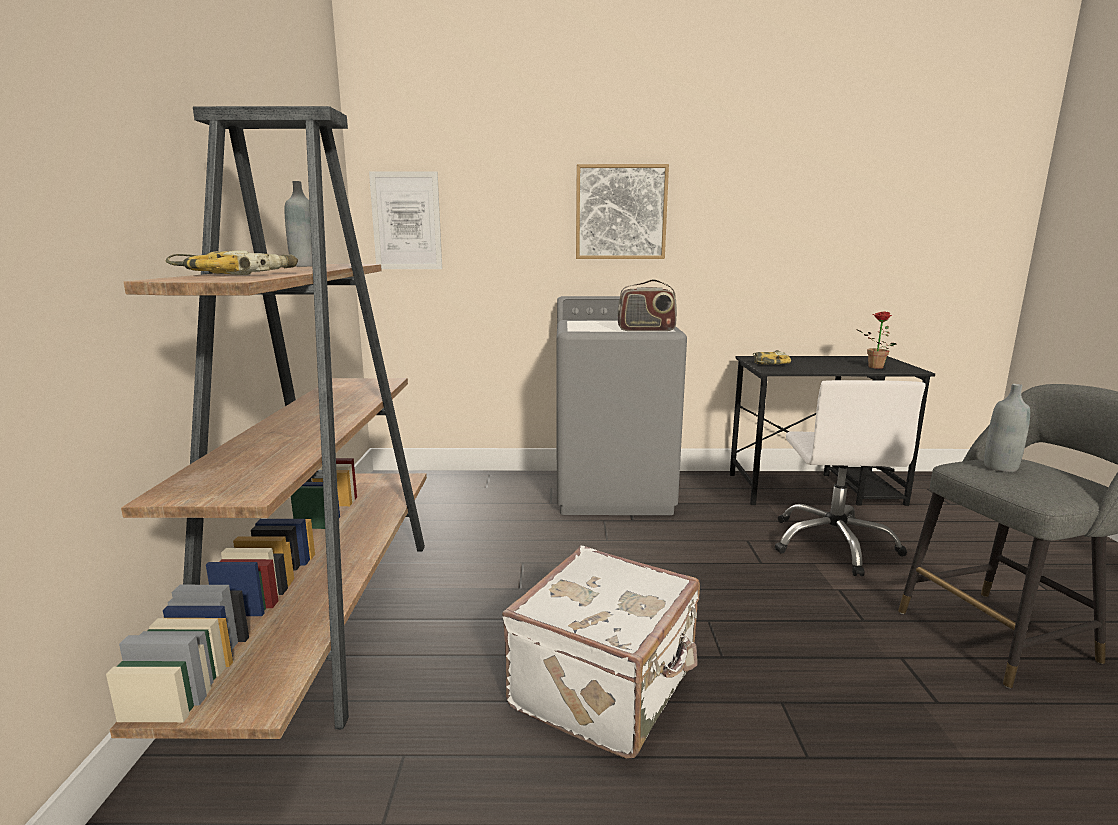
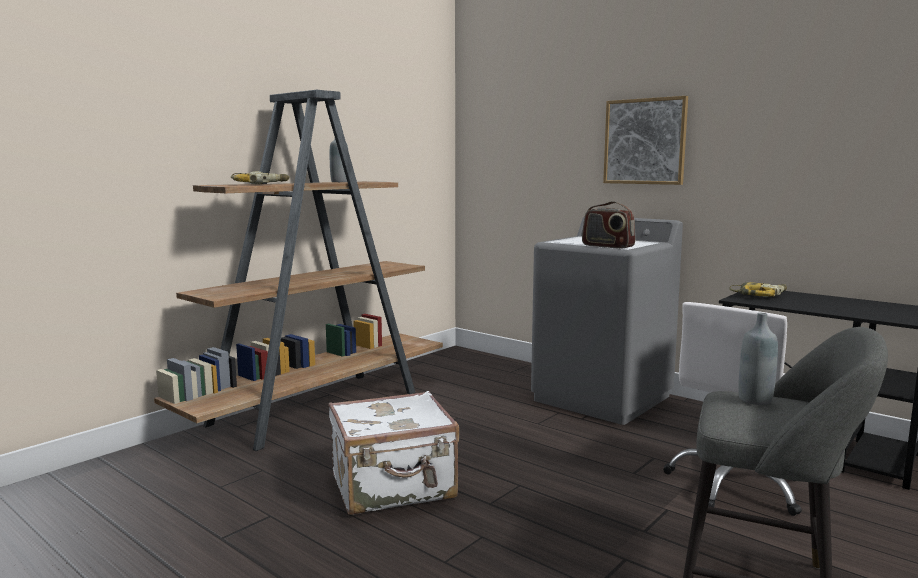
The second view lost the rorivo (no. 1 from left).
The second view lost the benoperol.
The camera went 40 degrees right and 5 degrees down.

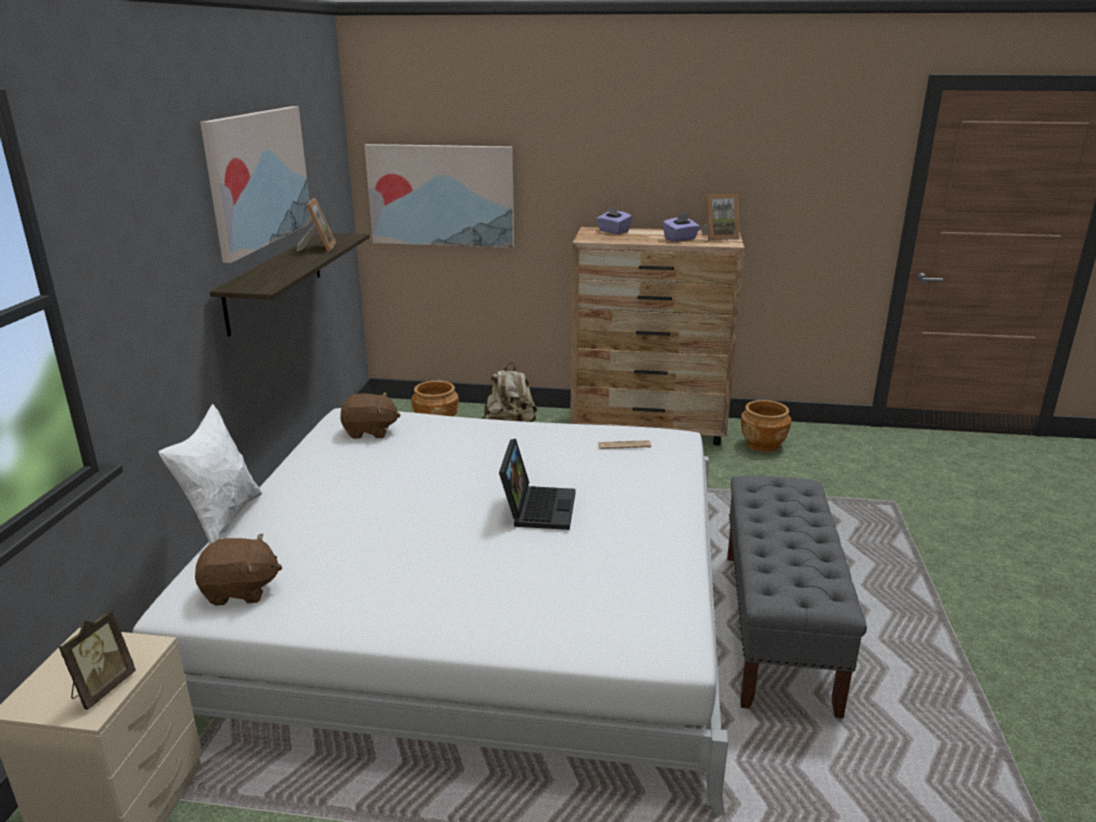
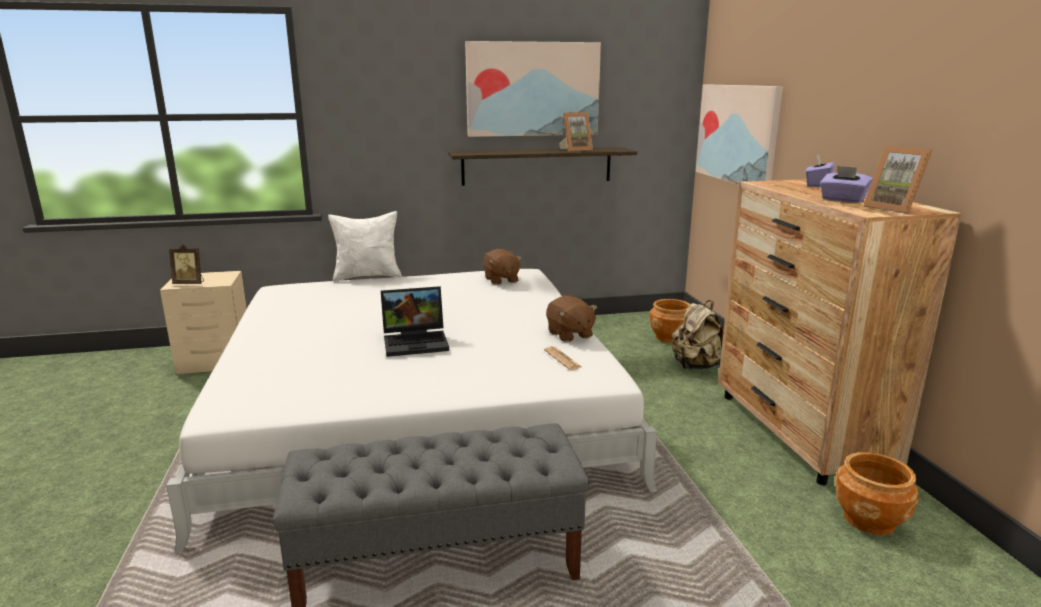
The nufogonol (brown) (no. 1 from left in the first image) ended up elsewhere.
The camera went 70 degrees right and 5 degrees down.

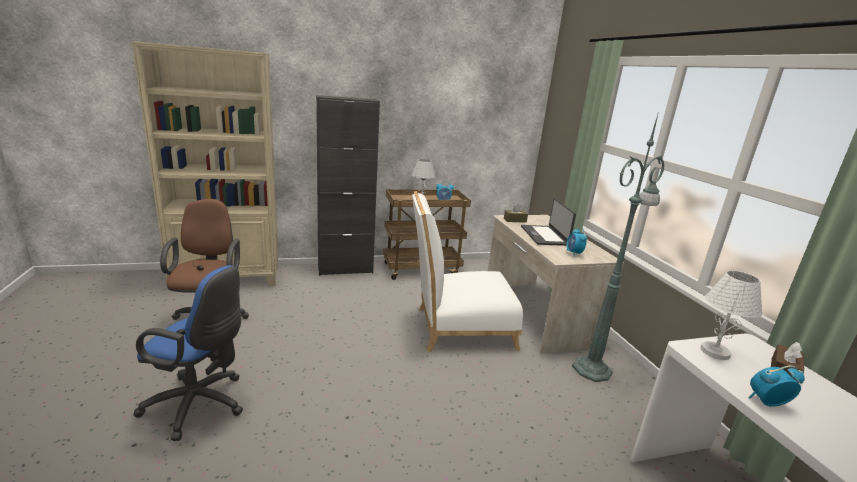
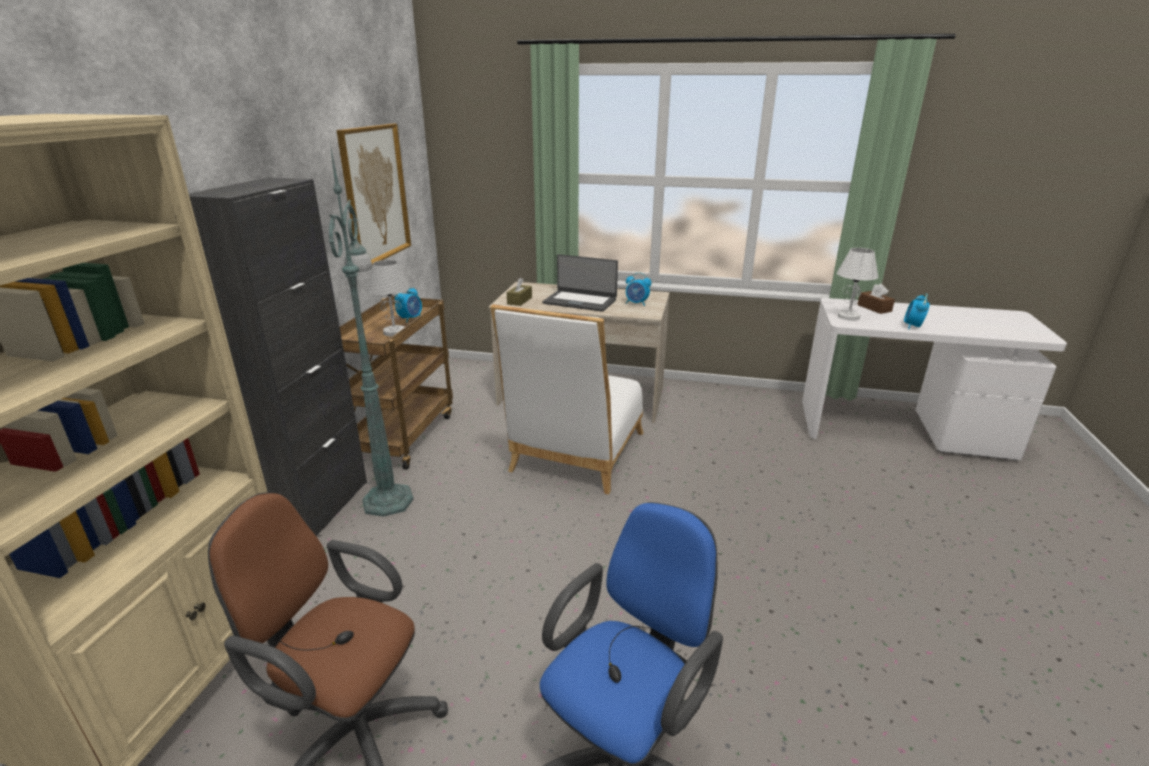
The second view gained the rorivo.
The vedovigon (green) ended up elsewhere.
The camera went 60 degrees left and 5 degrees up.

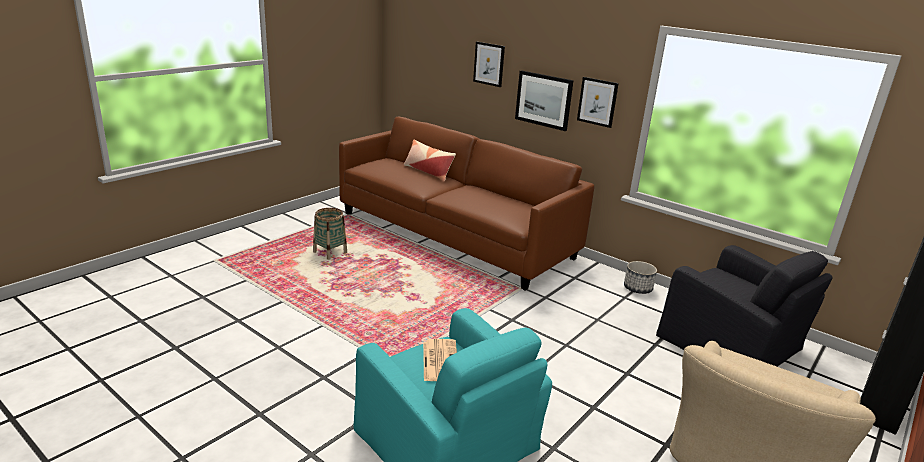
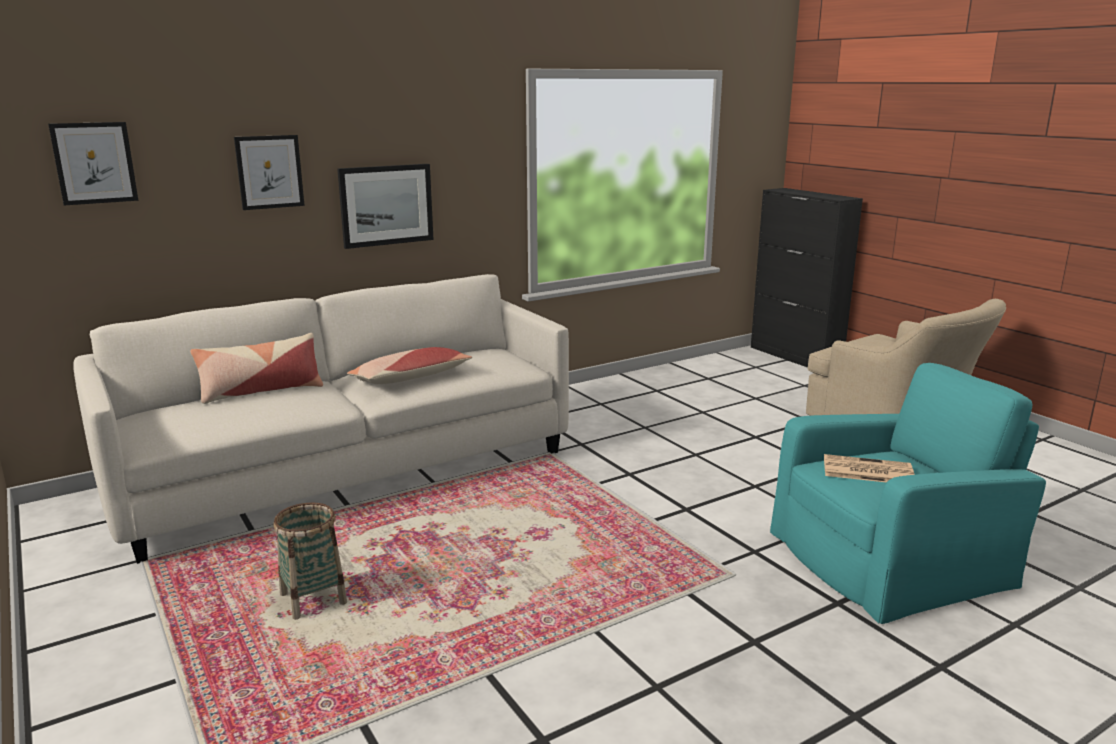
The second view lost the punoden.
The second view lost the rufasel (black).
The second view gained the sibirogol (no. 2 from left).
The rorivo (no. 3 from left in the first image) ended up elsewhere.
What was the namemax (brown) turned into the namemax (white).
The camera went 70 degrees left and 5 degrees down.

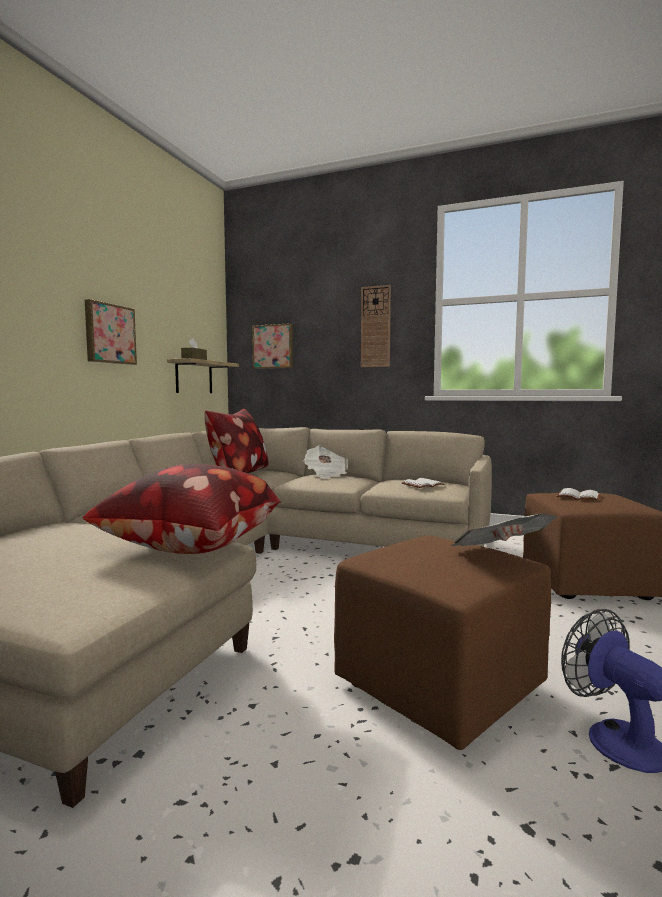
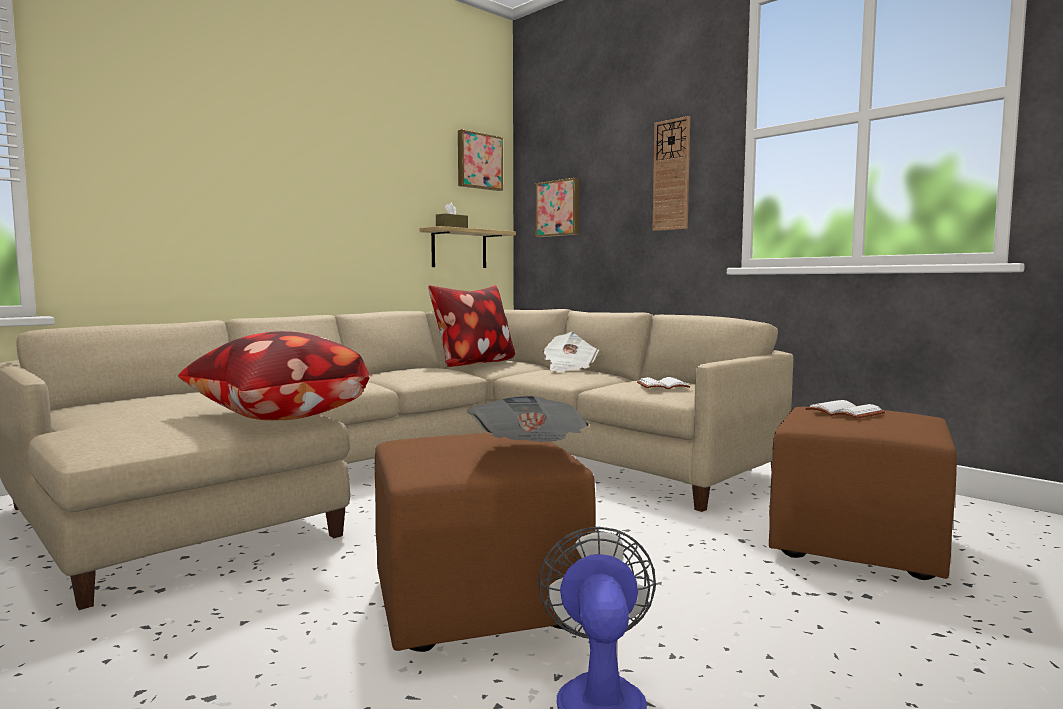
The rorivo (no. 1 from left) ended up elsewhere.
The camera went 25 degrees right and 0 degrees up.

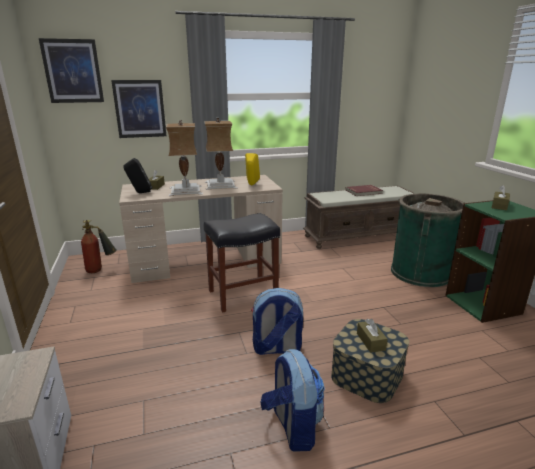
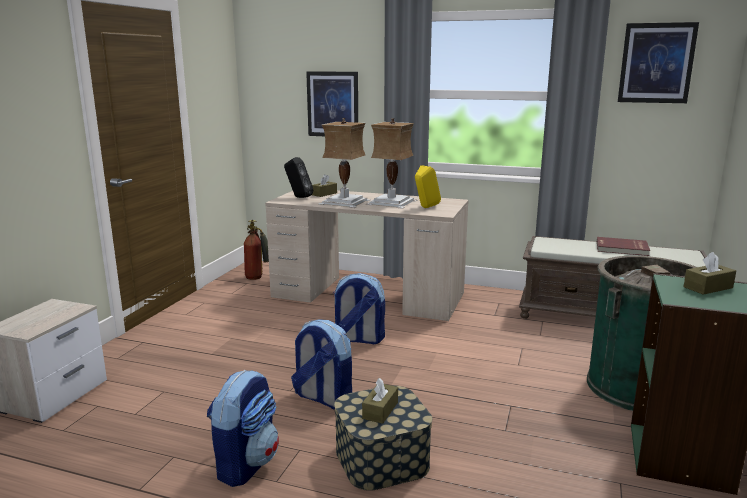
The rorivo (no. 1 from left in the first image) ended up elsewhere.
Where the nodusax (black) stood, the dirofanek (no. 3 from left) came to stand.
The camera went 35 degrees right and 5 degrees down.

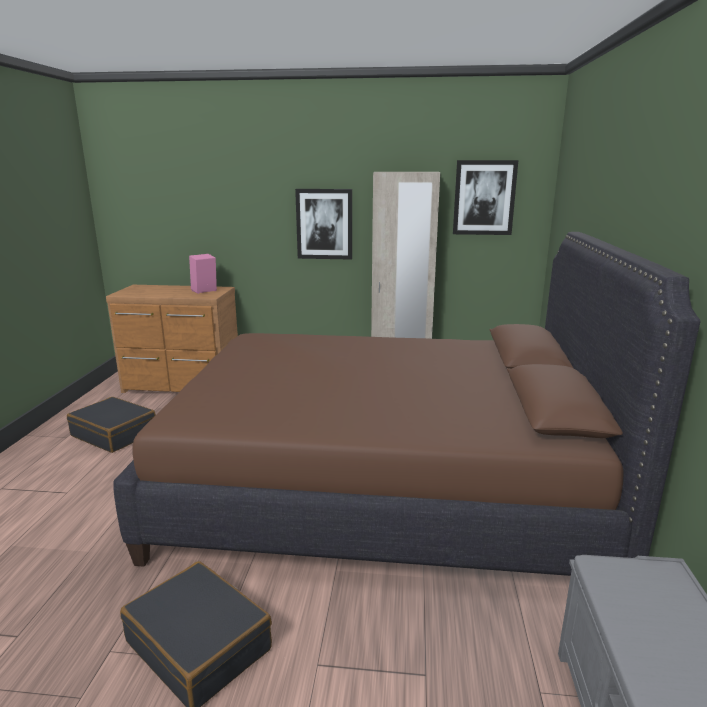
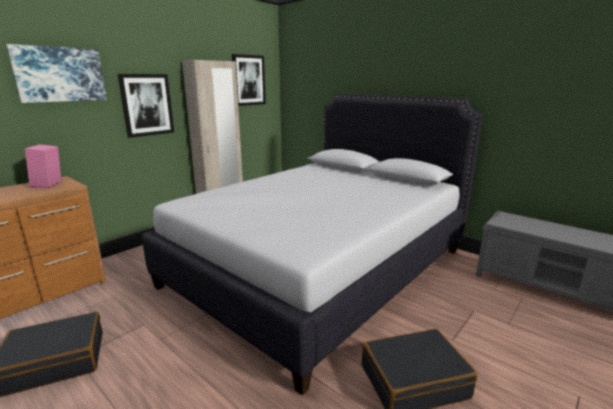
The second view gained the rorivo (no. 1 from left).
What was the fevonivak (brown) turned into the fevonivak (white).
The camera went 55 degrees left and 0 degrees up.

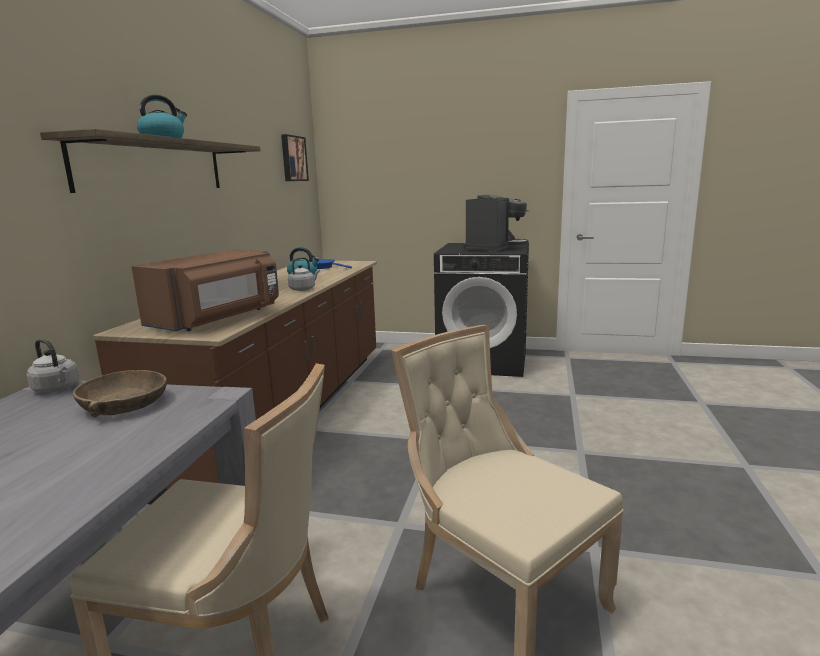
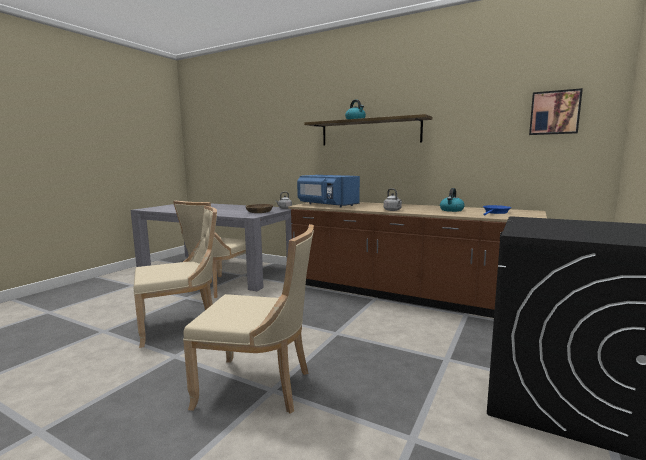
The second view lost the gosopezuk.
The second view gained the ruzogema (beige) (no. 3 from left).
What was the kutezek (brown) turned into the kutezek (blue).
The camera went 105 degrees right and 5 degrees down.

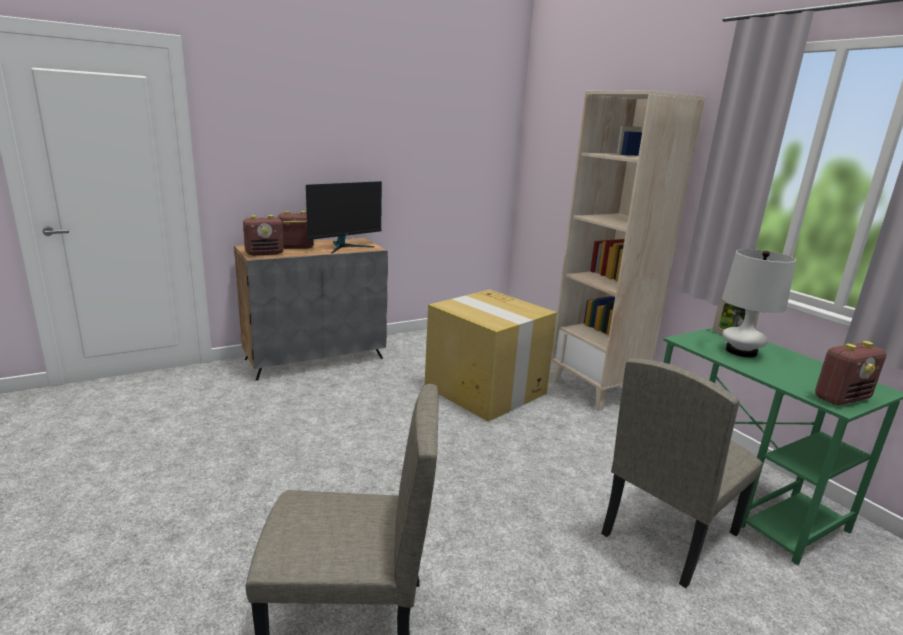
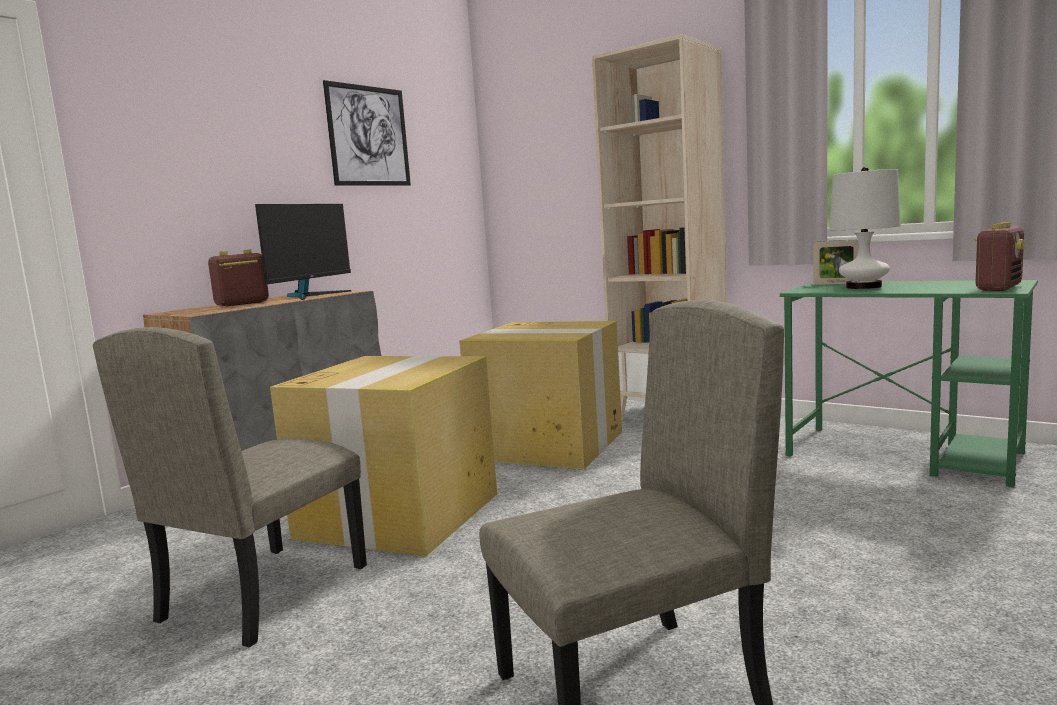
The second view lost the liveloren (no. 1 from left).
The second view gained the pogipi (no. 1 from left).
The second view gained the rorivo.
The ruzogema (beige) (no. 2 from left in the first image) ended up elsewhere.
The camera went 20 degrees left and 10 degrees down.

